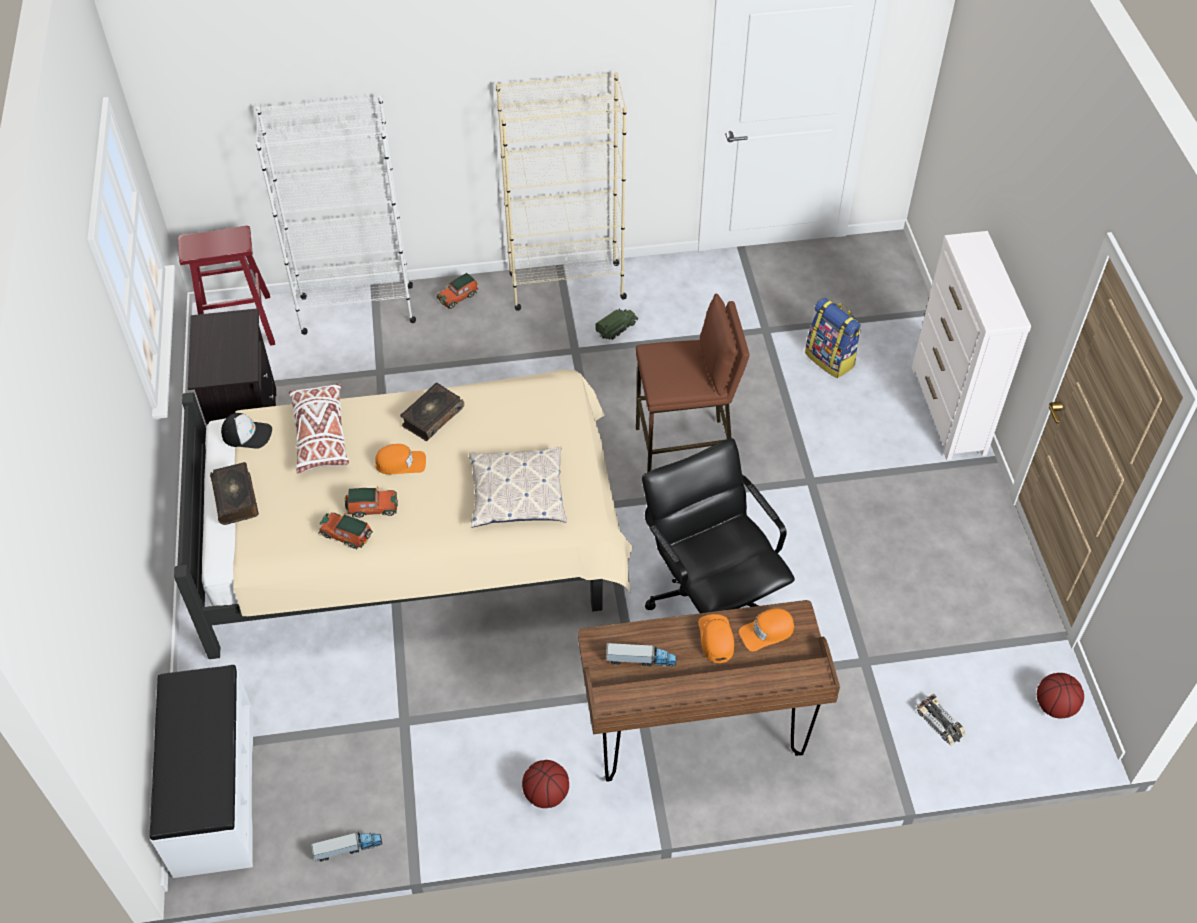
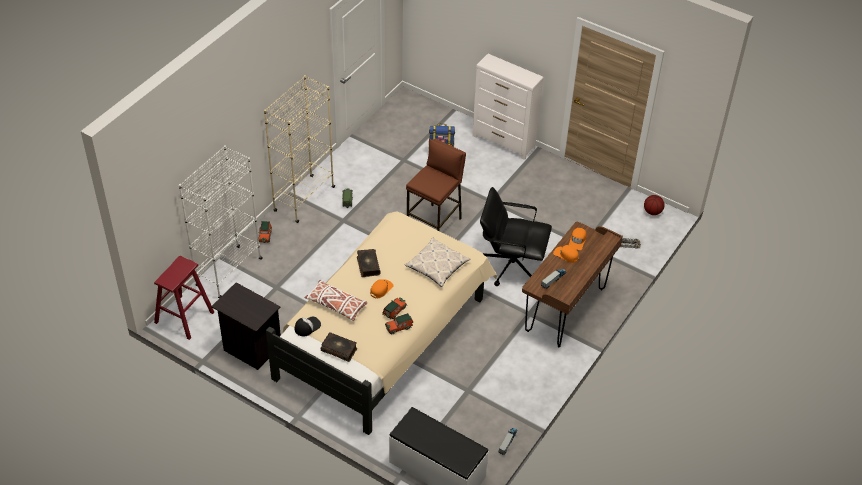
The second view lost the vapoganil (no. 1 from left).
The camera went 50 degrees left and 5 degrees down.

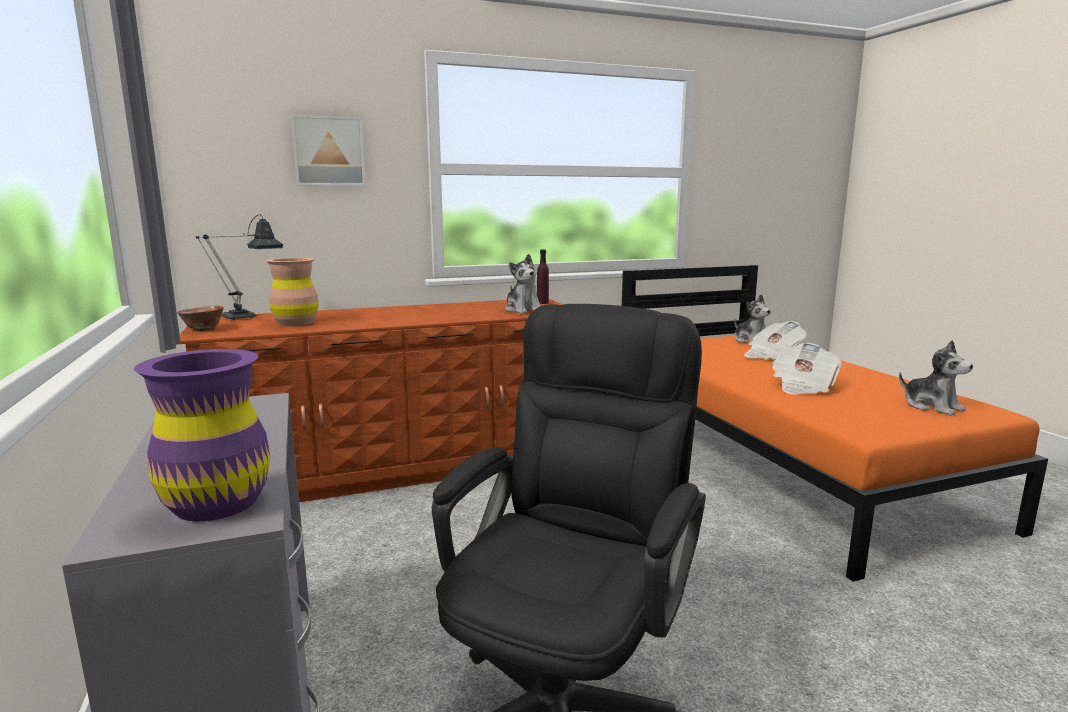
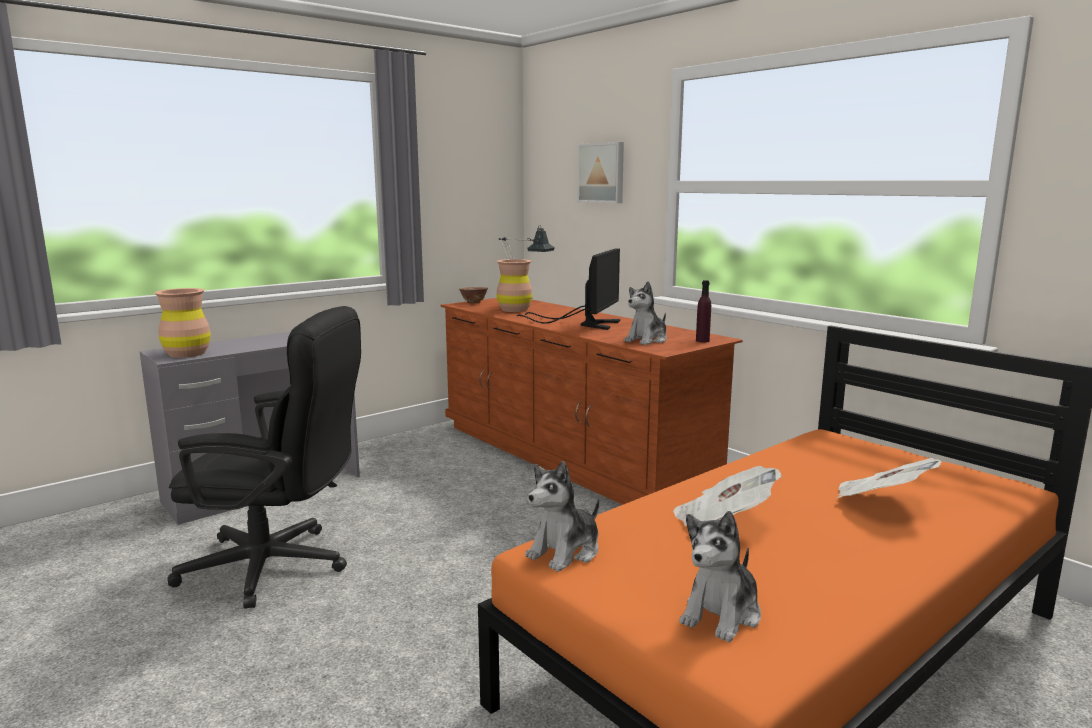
The second view gained the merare.
The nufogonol (no. 2 from left in the first image) ended up elsewhere.
What was the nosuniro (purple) turned into the nosuniro (brown) (no. 1 from left).
The camera went 70 degrees right and 0 degrees up.

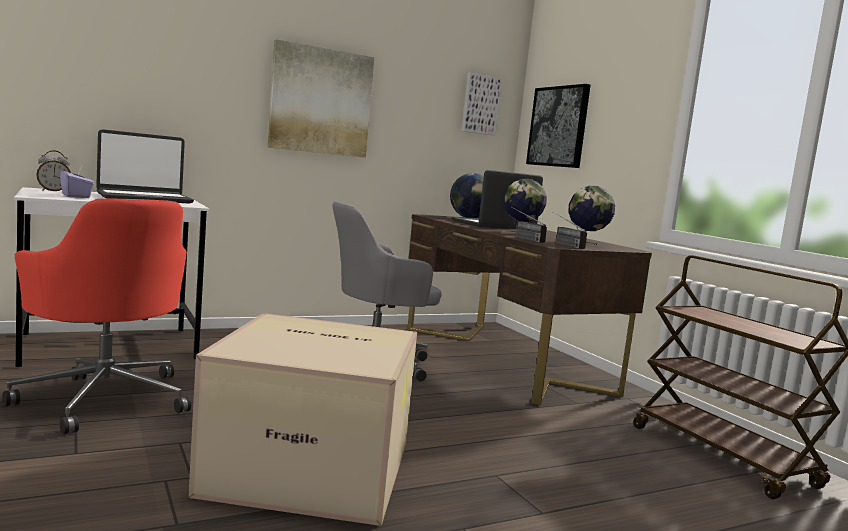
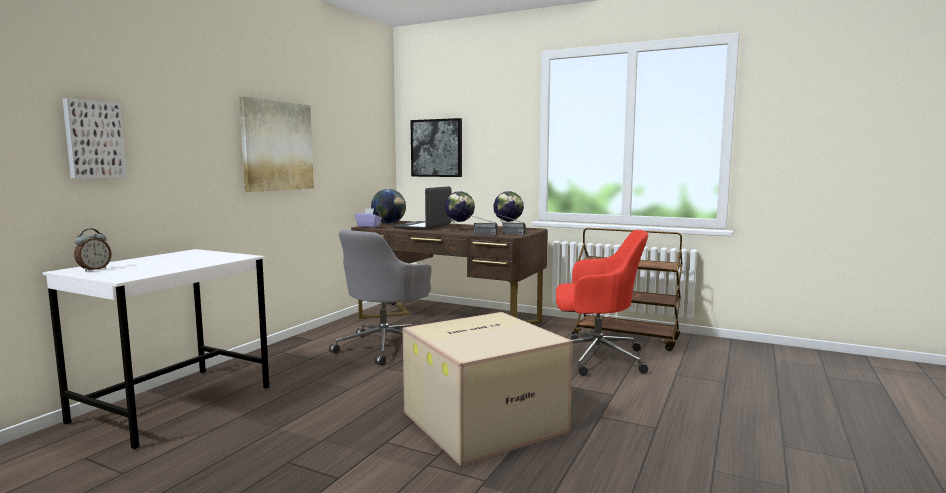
The second view lost the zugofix (no. 1 from left).
The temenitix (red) ended up elsewhere.
The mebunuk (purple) ended up elsewhere.
The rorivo (no. 2 from left in the first image) ended up elsewhere.
The camera went 35 degrees left and 0 degrees up.

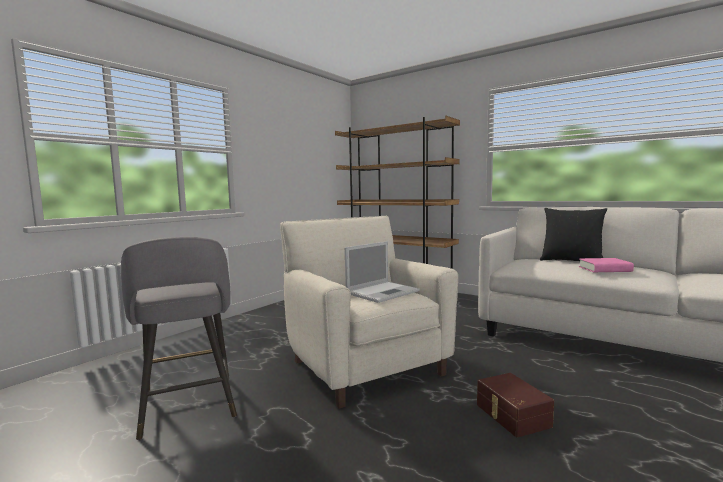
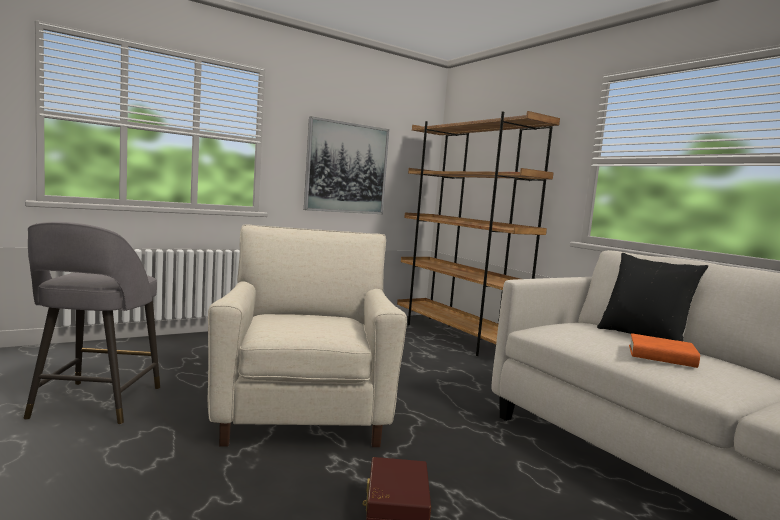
The second view lost the zugofix.
The second view gained the rorivo.
What was the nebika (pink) turned into the nebika (orange).
The camera went 20 degrees right and 0 degrees up.

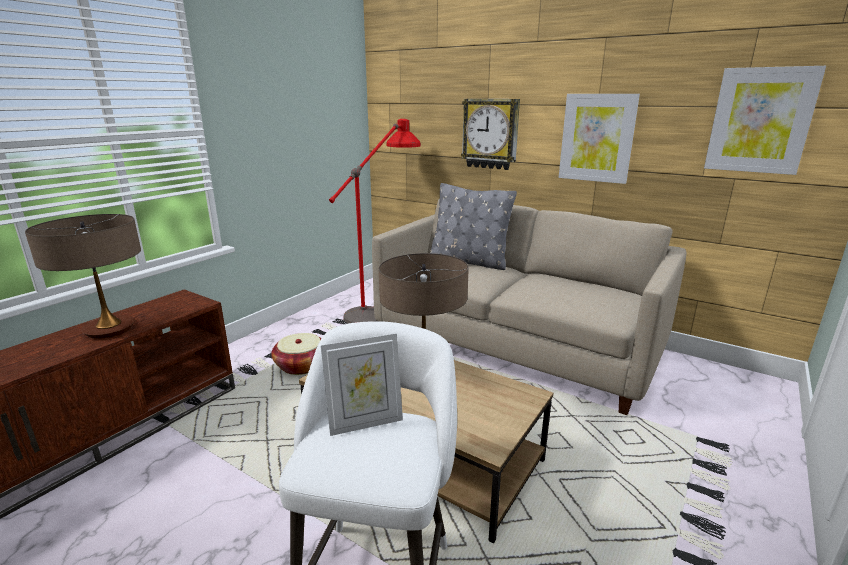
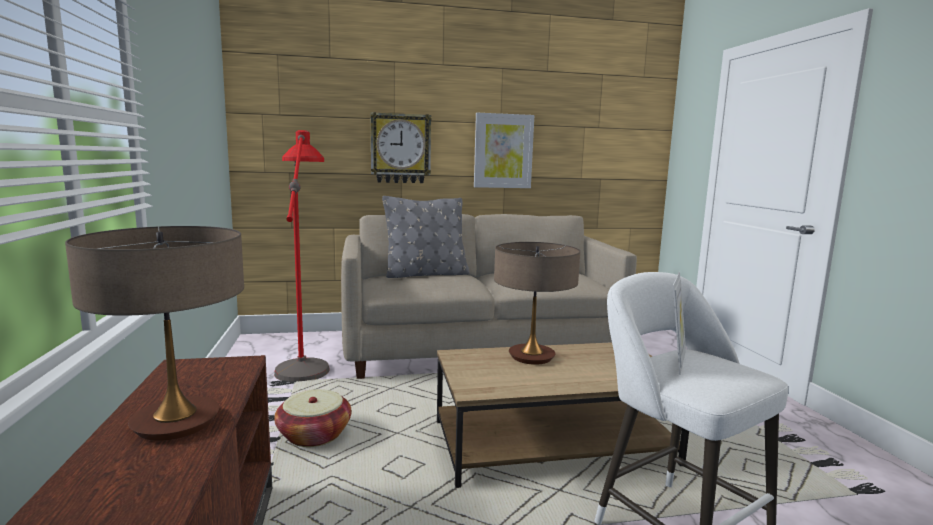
The second view lost the rorivo (no. 2 from left).
The camera went 45 degrees left and 10 degrees down.

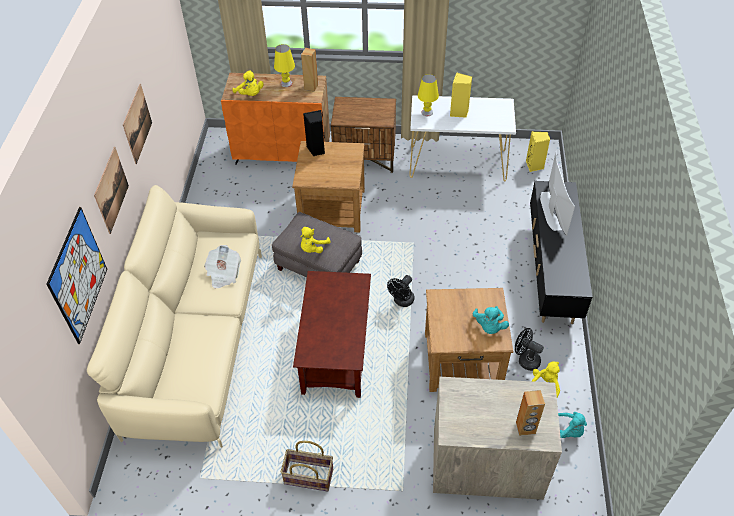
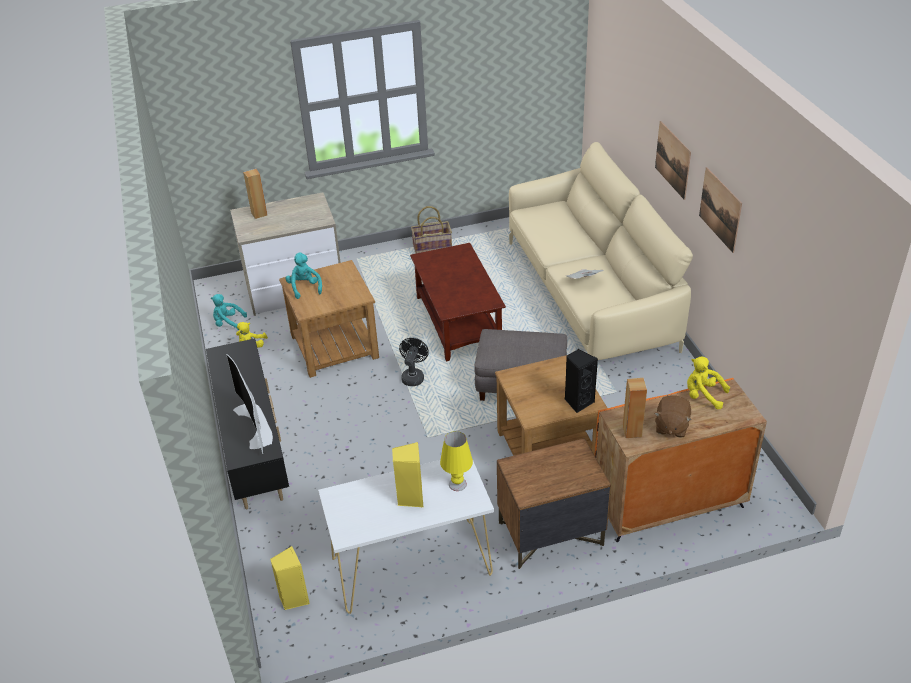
The second view lost the rorivo (no. 1 from left).
The second view lost the nufogonol (yellow) (no. 2 from left).
The second view lost the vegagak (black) (no. 2 from left).
Where the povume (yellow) (no. 1 from left) stood, the nufogonol (brown) came to stand.
The camera went 160 degrees right and 10 degrees down.

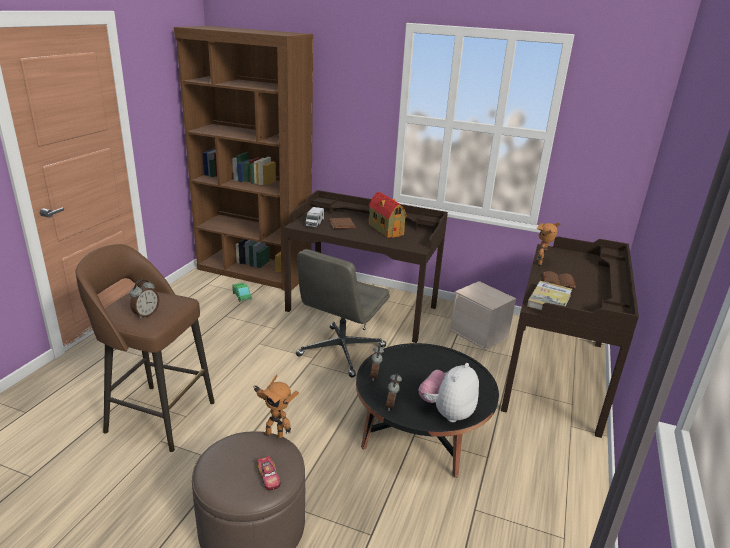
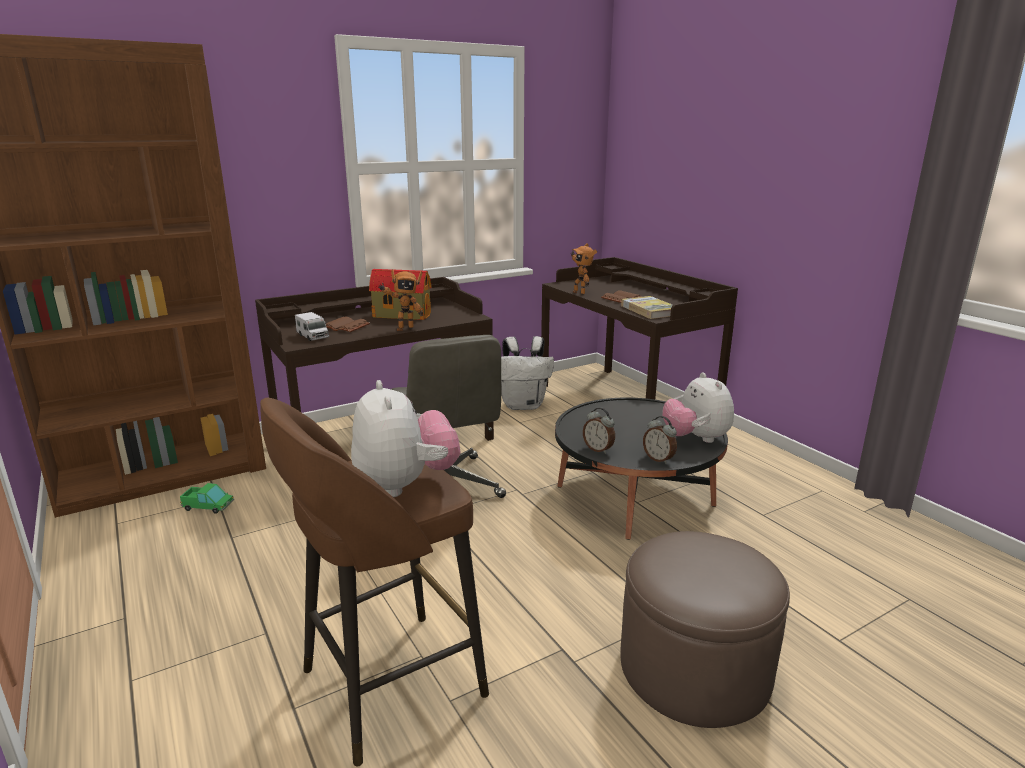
The second view lost the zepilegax.
The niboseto (no. 1 from left) ended up elsewhere.
Where the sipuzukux (no. 1 from left) stood, the nufogonol (no. 1 from left) came to stand.
Where the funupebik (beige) stood, the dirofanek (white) came to stand.
The camera went 50 degrees left and 5 degrees down.

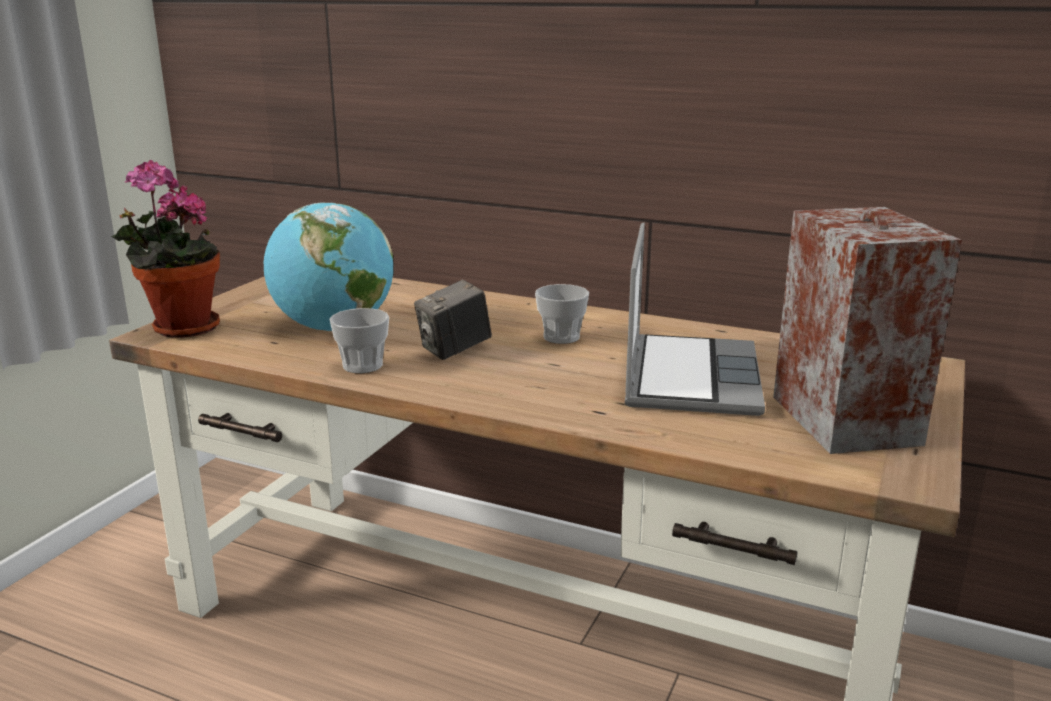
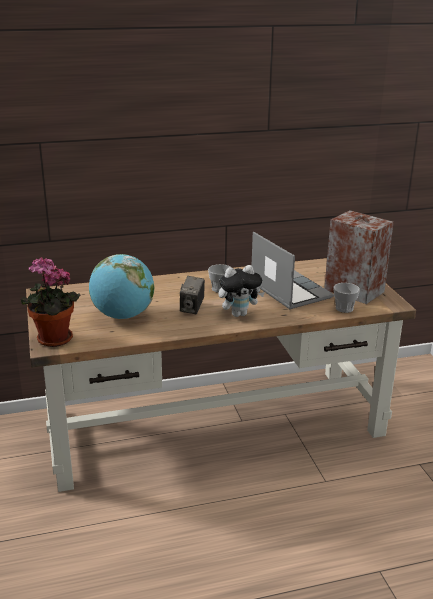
The second view gained the nufogonol.
The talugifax (no. 1 from left in the first image) ended up elsewhere.
The camera went 40 degrees left and 5 degrees up.

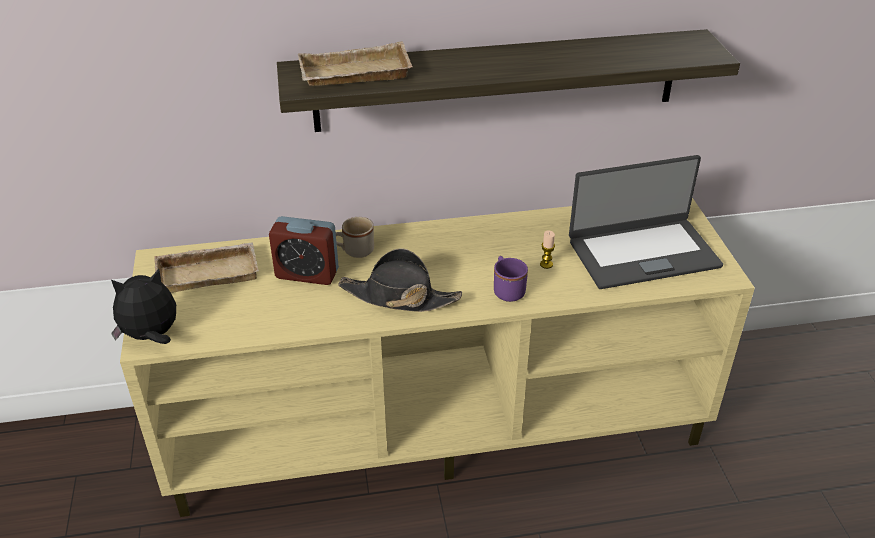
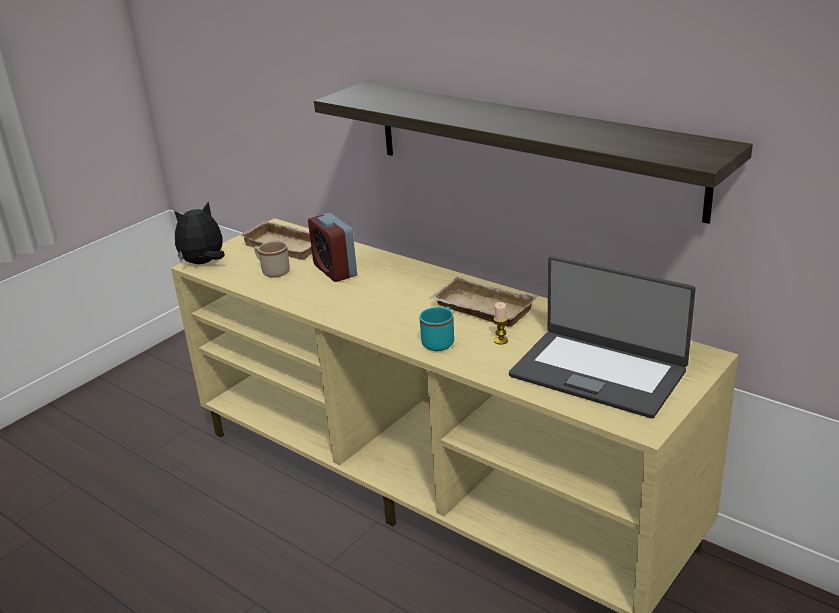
The second view lost the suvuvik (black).
The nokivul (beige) (no. 2 from left) ended up elsewhere.
The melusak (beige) ended up elsewhere.
What was the melusak (purple) turned into the melusak (turquoise).
The nufogonol ended up facing another way, 60 degrees counterclockwise from before.
The camera went 50 degrees right and 10 degrees down.

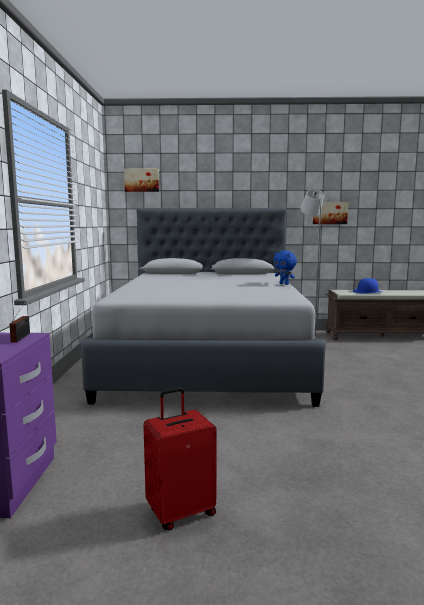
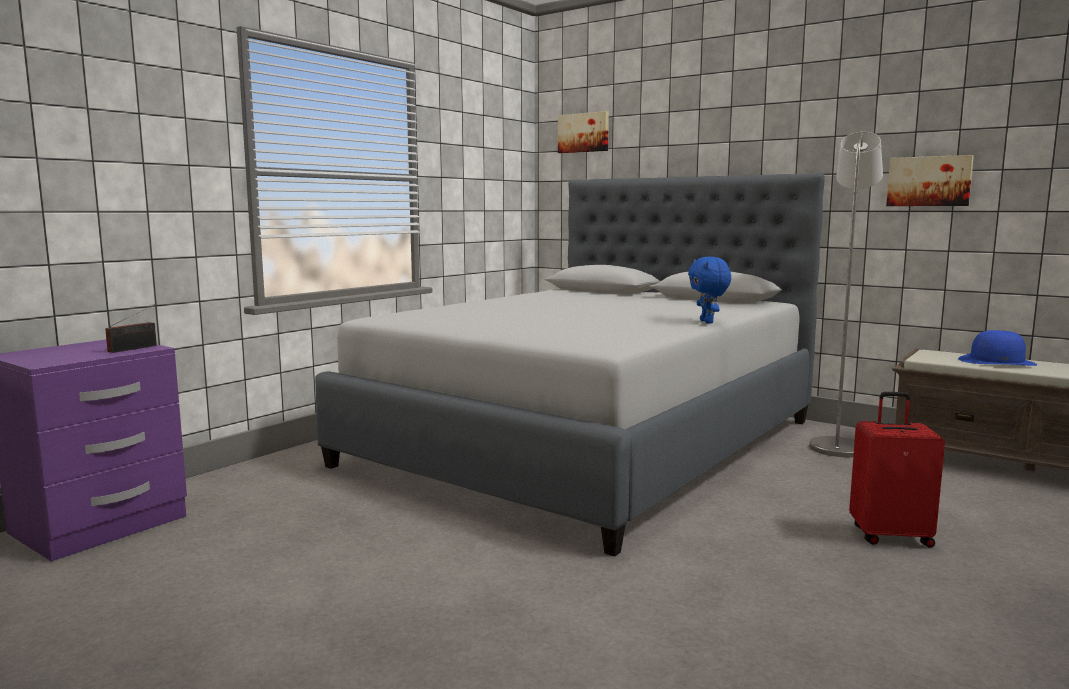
The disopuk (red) ended up elsewhere.
The camera went 35 degrees right and 0 degrees up.

